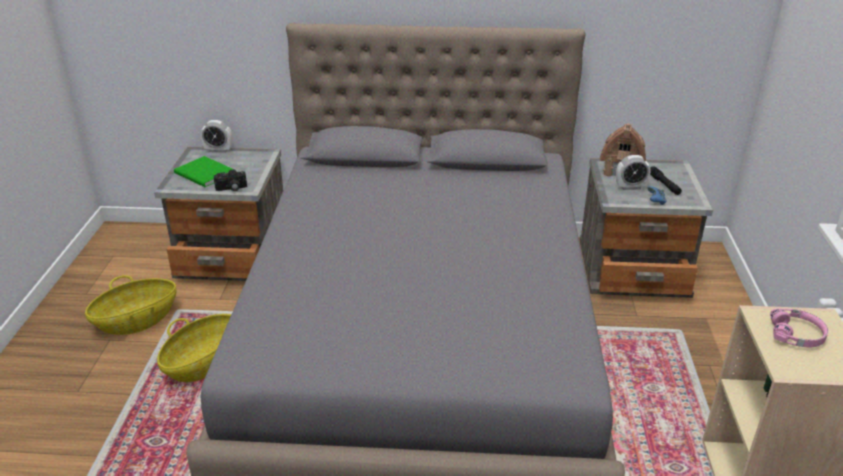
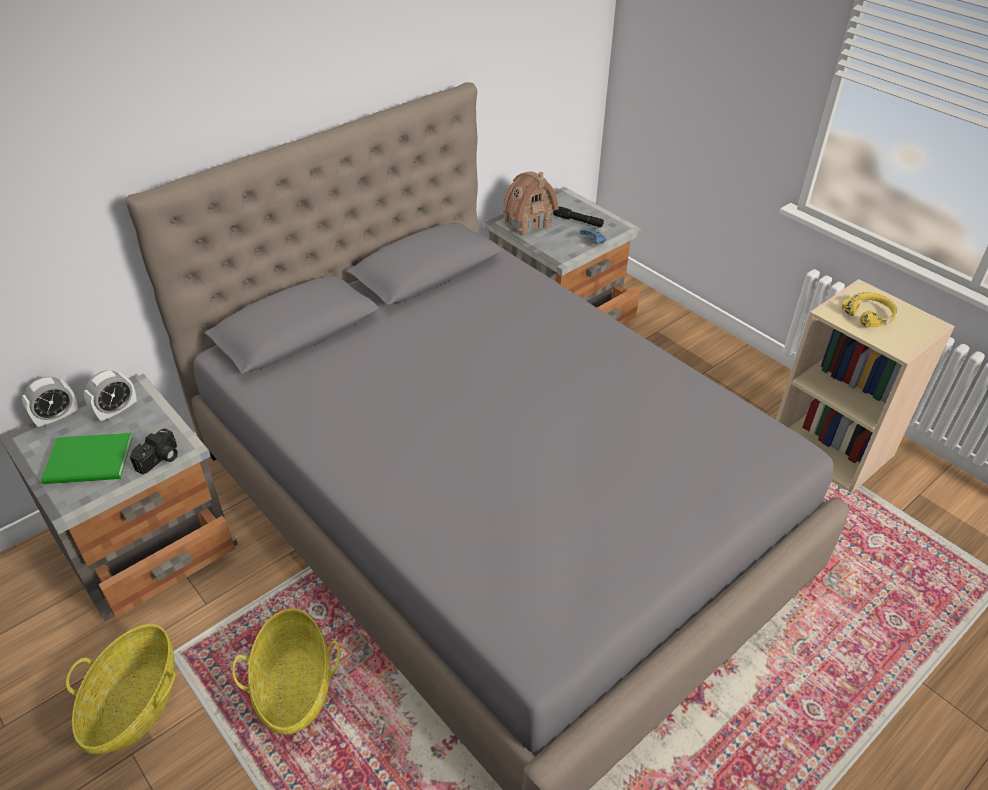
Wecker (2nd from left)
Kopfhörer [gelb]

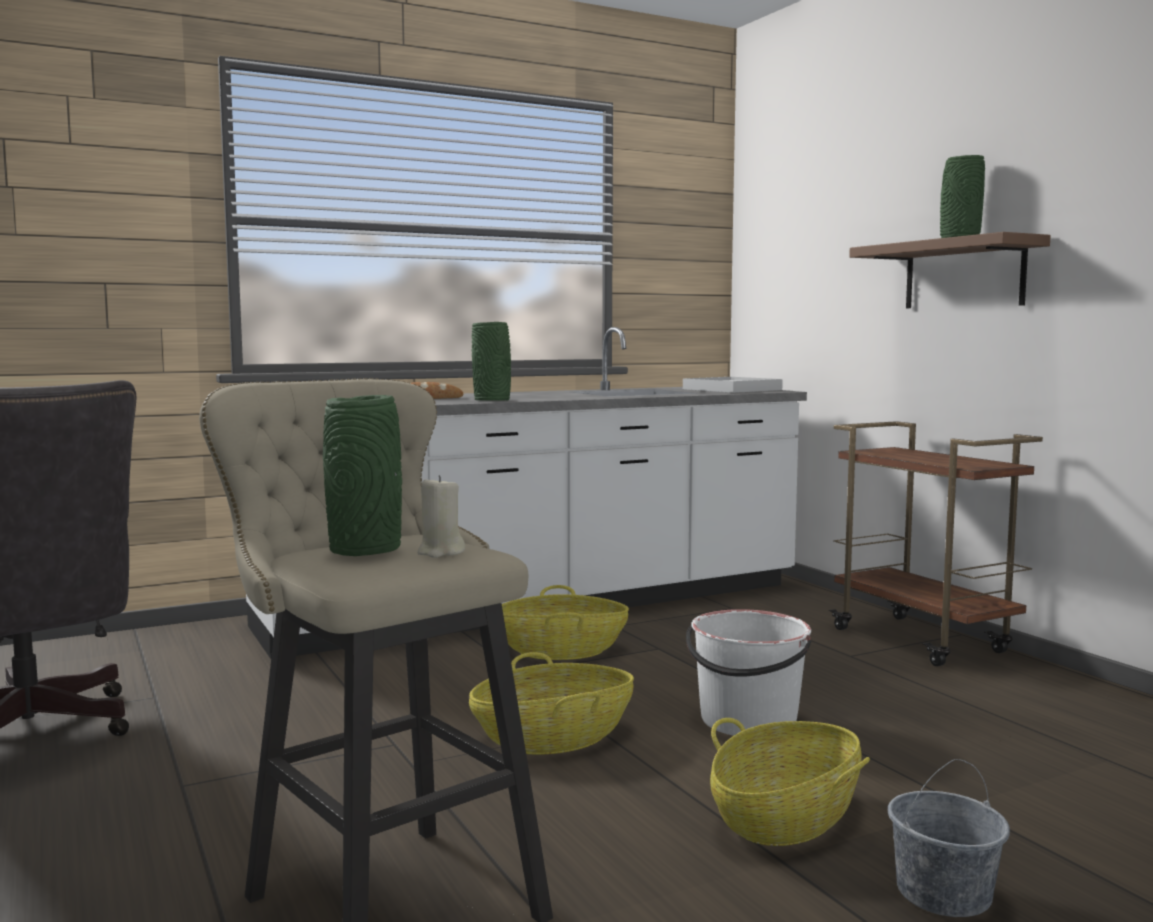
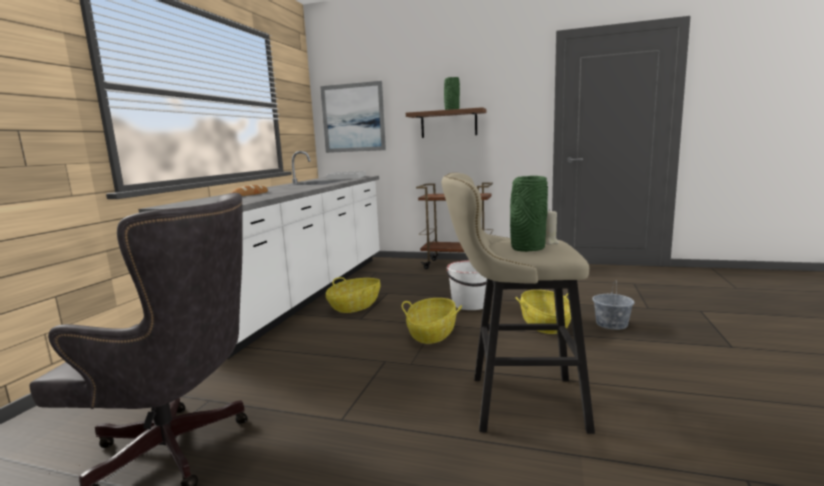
Bild
Vase [grün] (2nd from left in the first image)

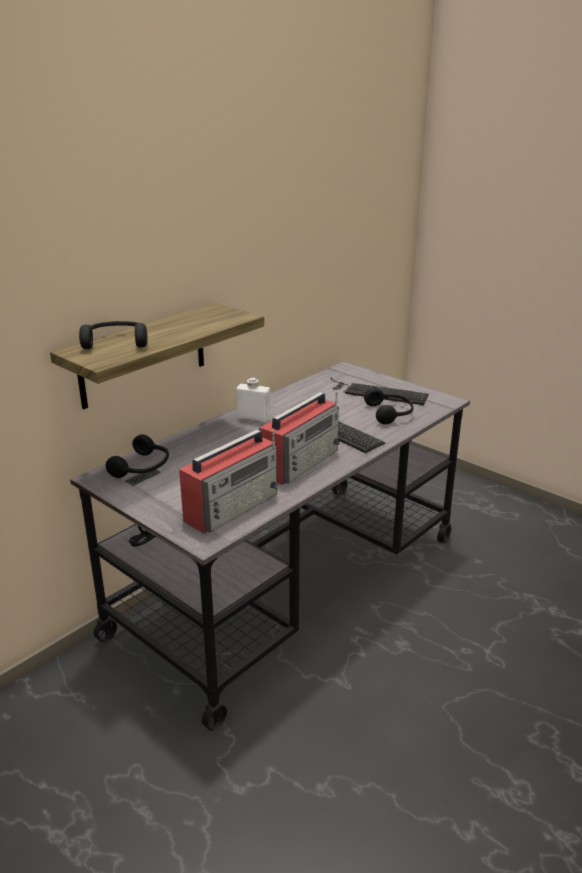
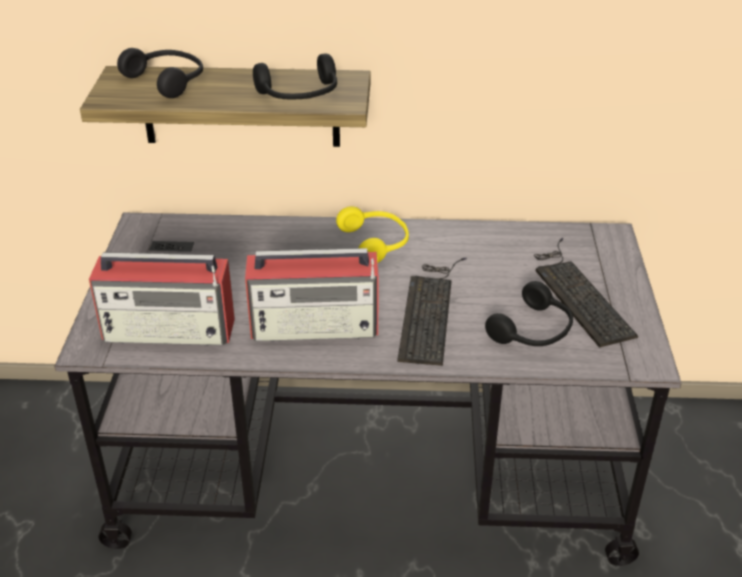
Kopfhörer [schwarz] (2nd from left)
Kopfhörer [gelb]

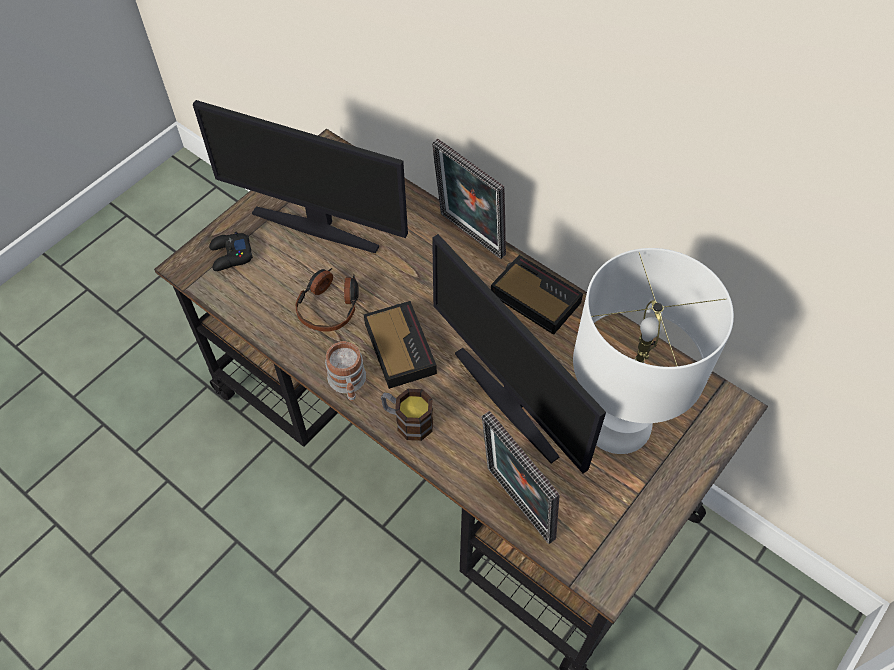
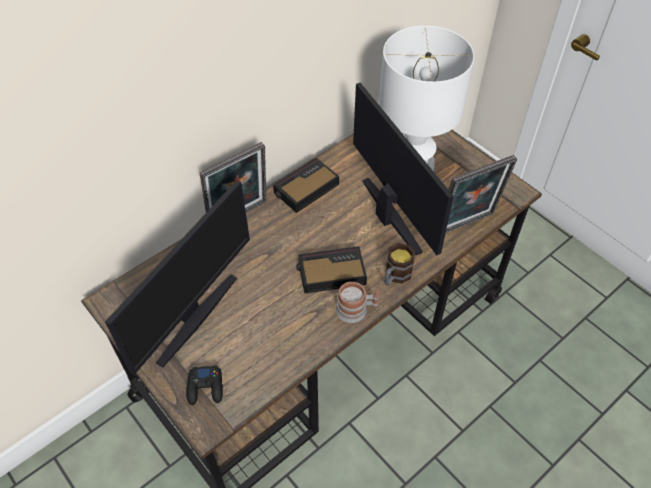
Monitor (2nd from left)
Kopfhörer

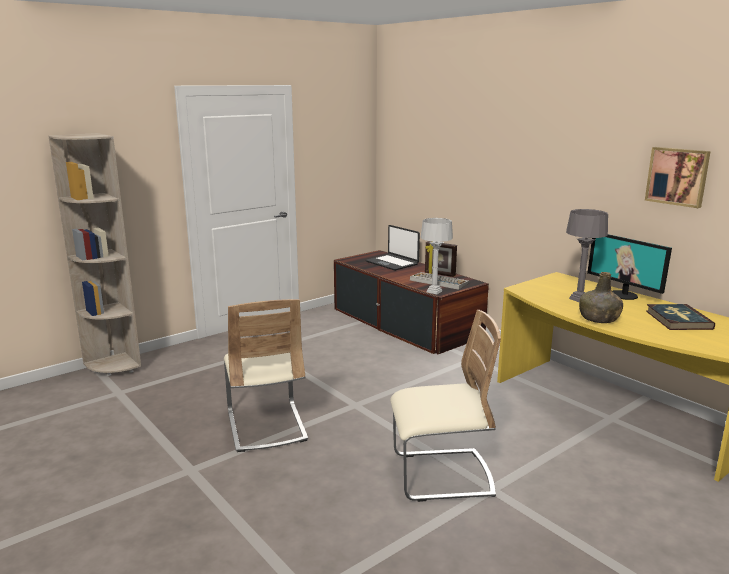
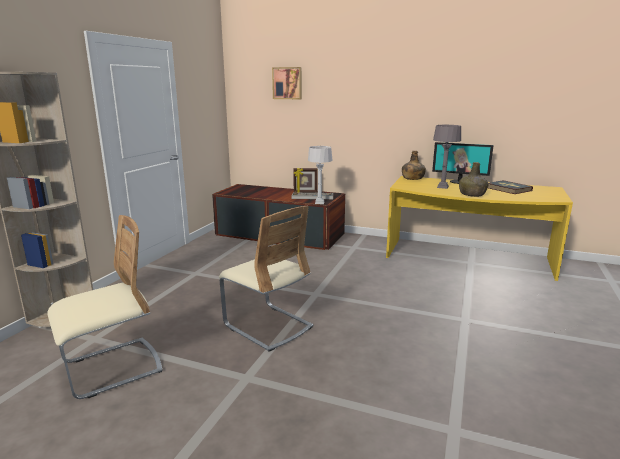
Stuhl [beige] (1st from left)
Bild
Flasche [grün] (1st from left)
Laptop

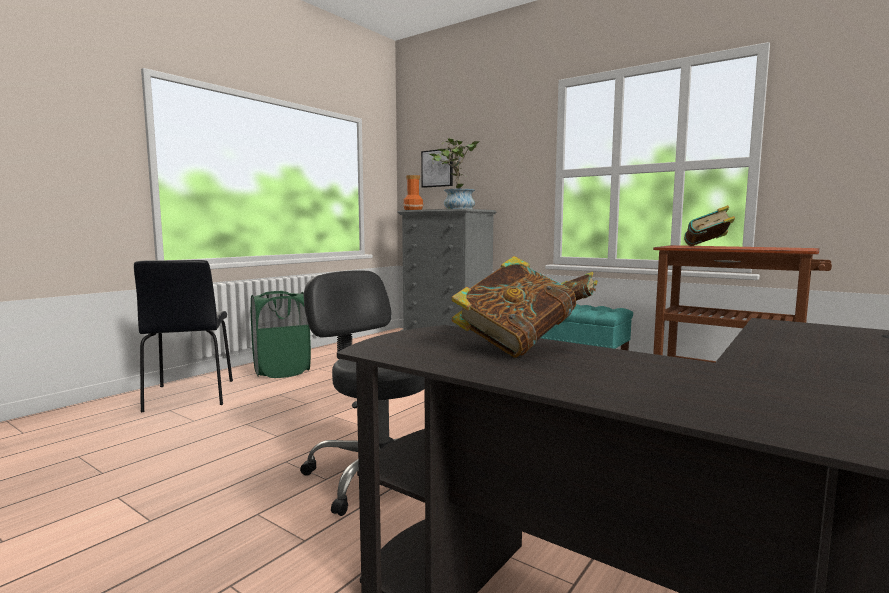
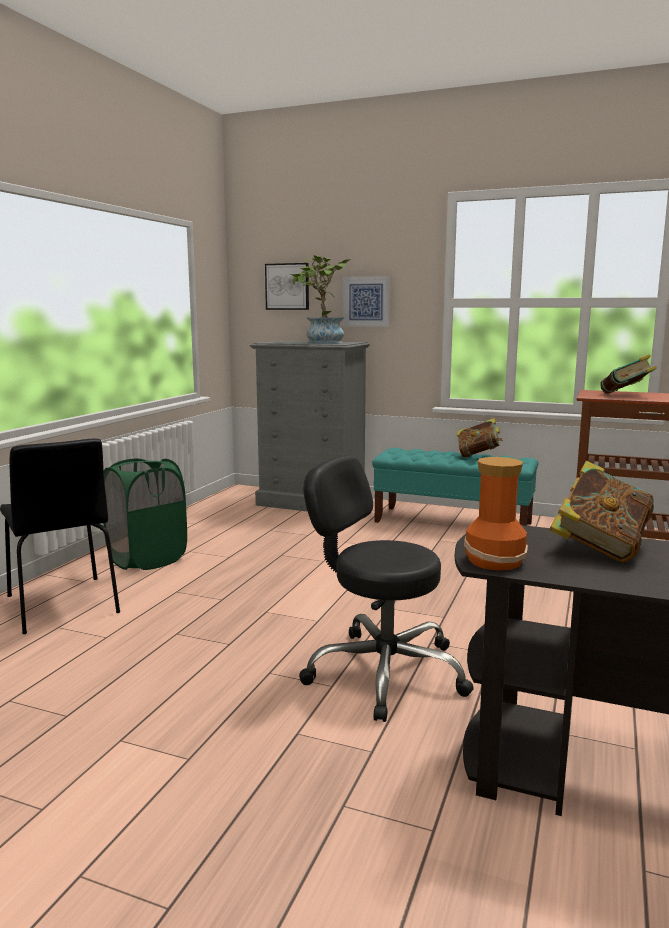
Bild (2nd from left)
Vase

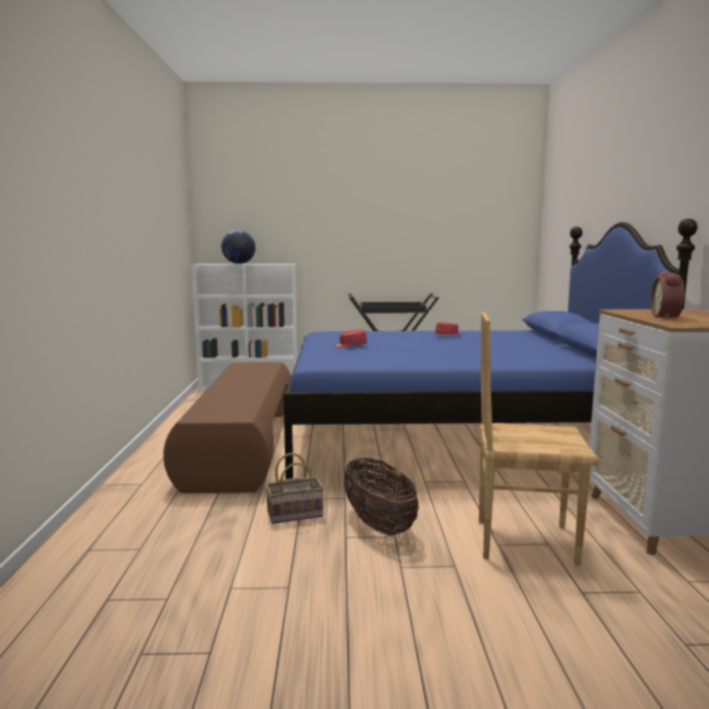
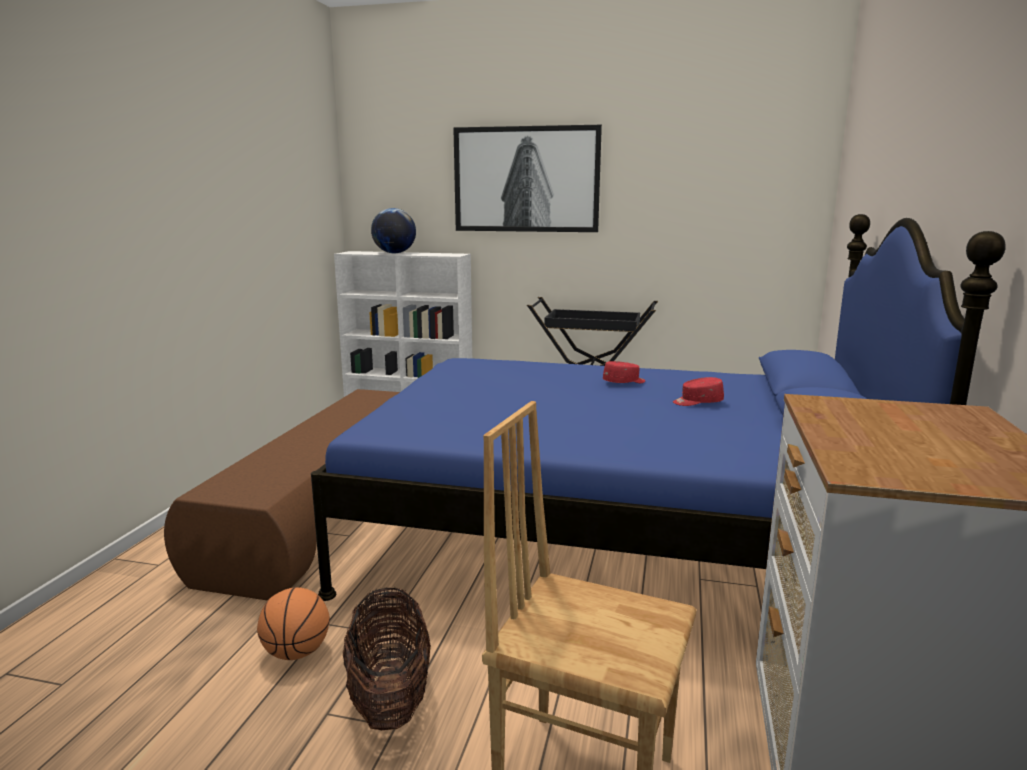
Basketball
Bild
Kappe [rot] (2nd from left)
Wecker

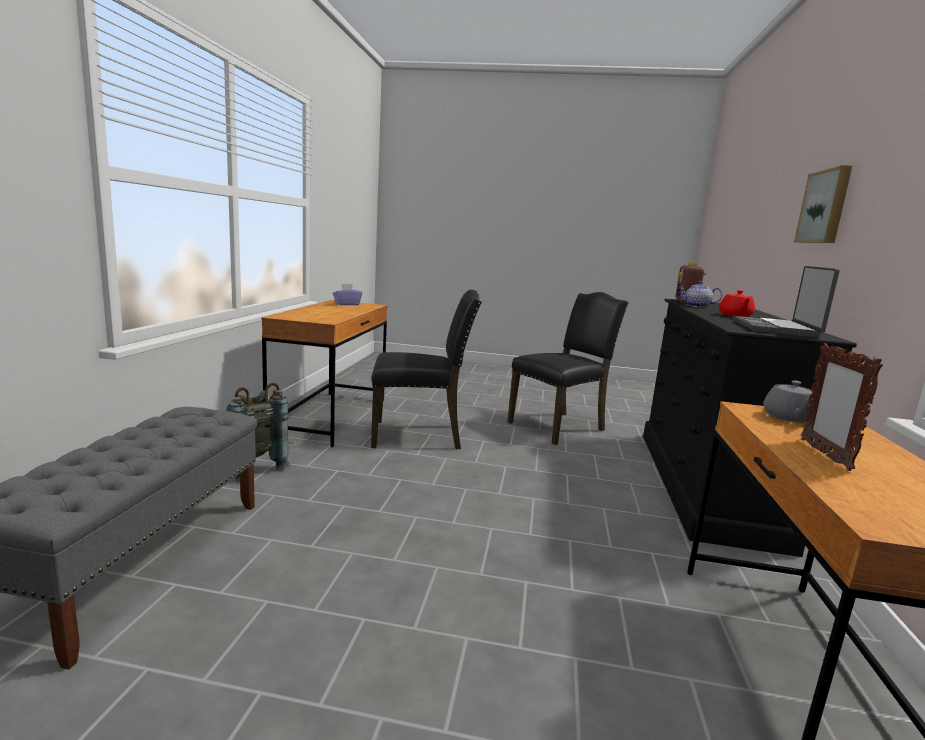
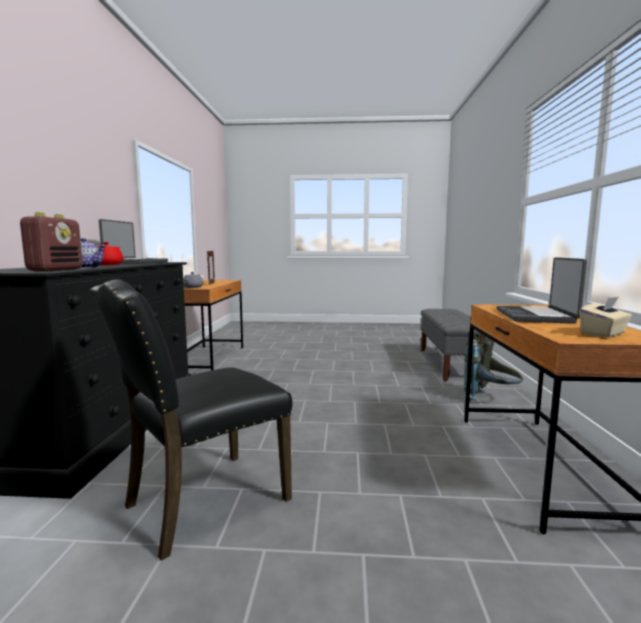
Laptop (2nd from left)
Taschentuchbox [beige]
Stuhl [schwarz] (1st from left in the first image)
Bild

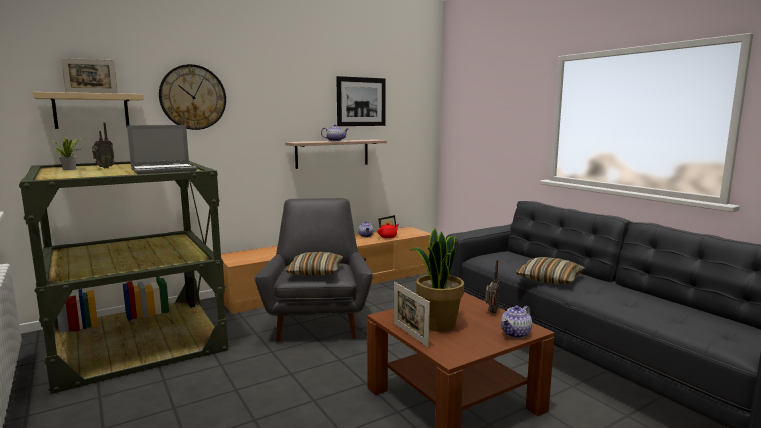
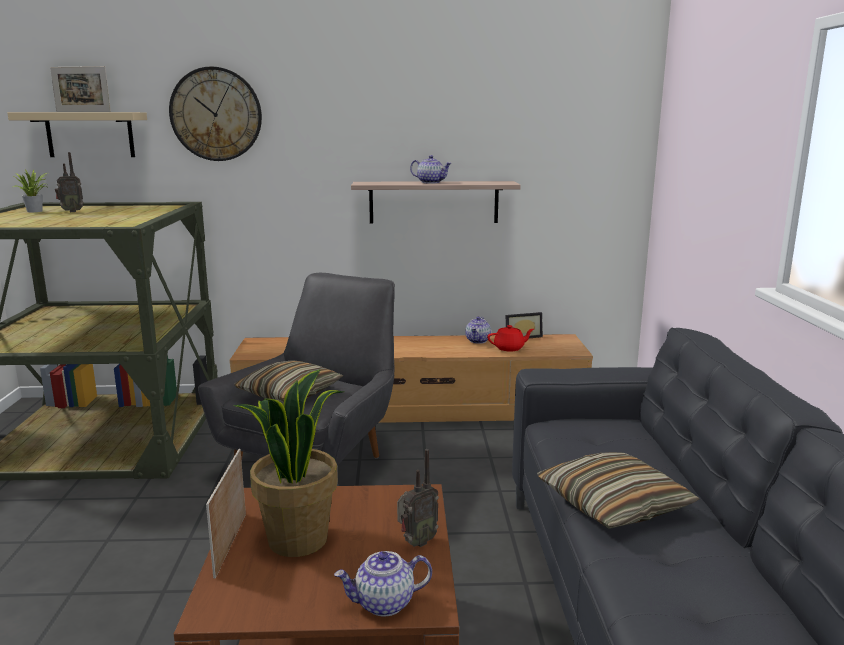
Laptop
Bild

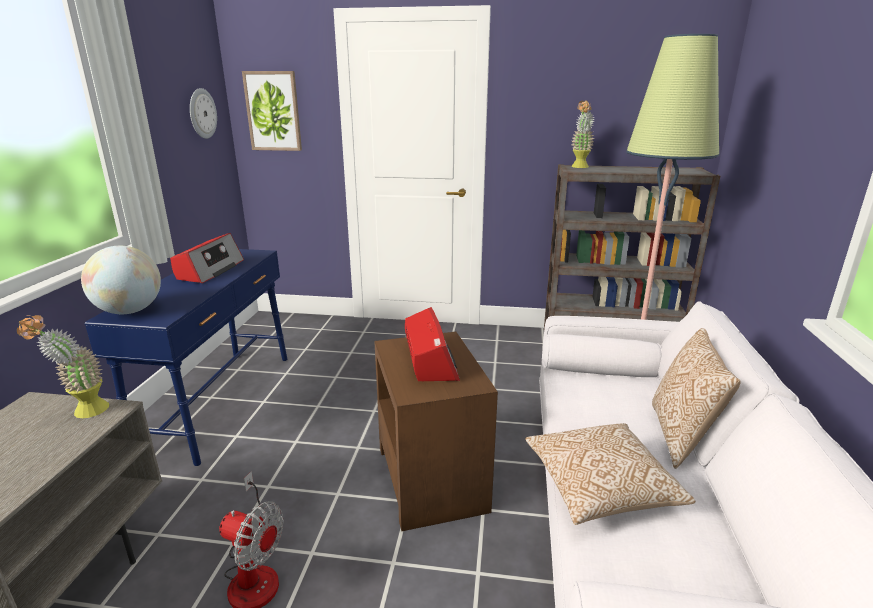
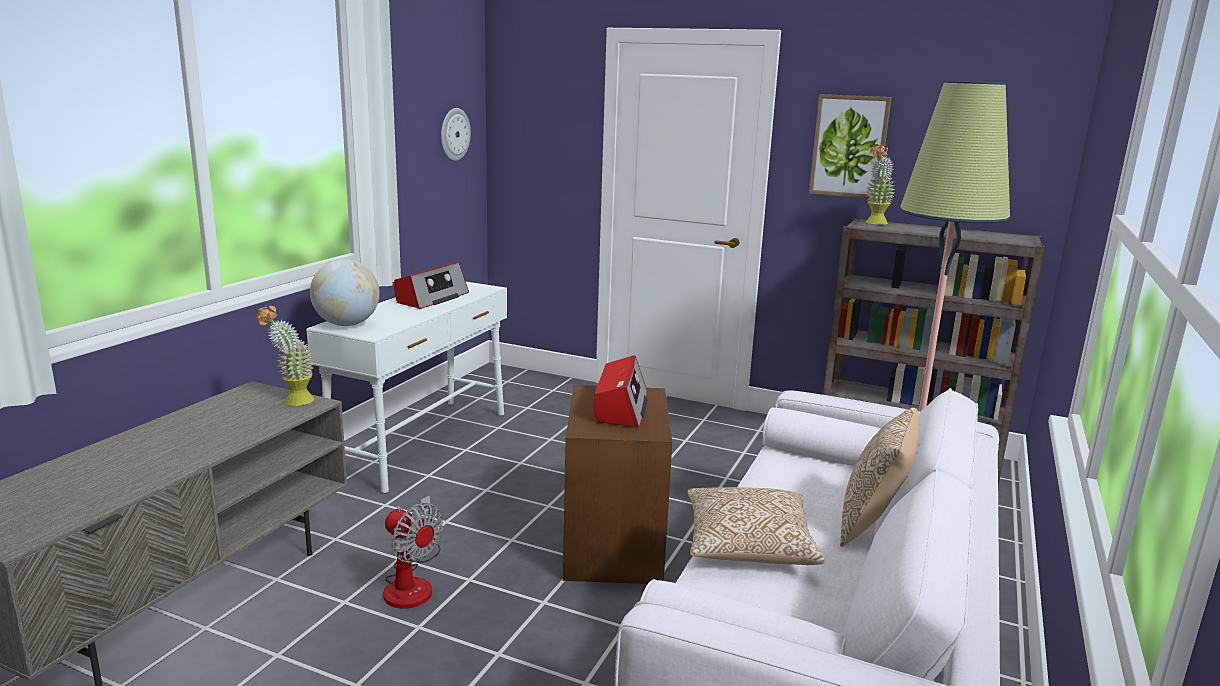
Konsolentisch [weiß]
Bild

